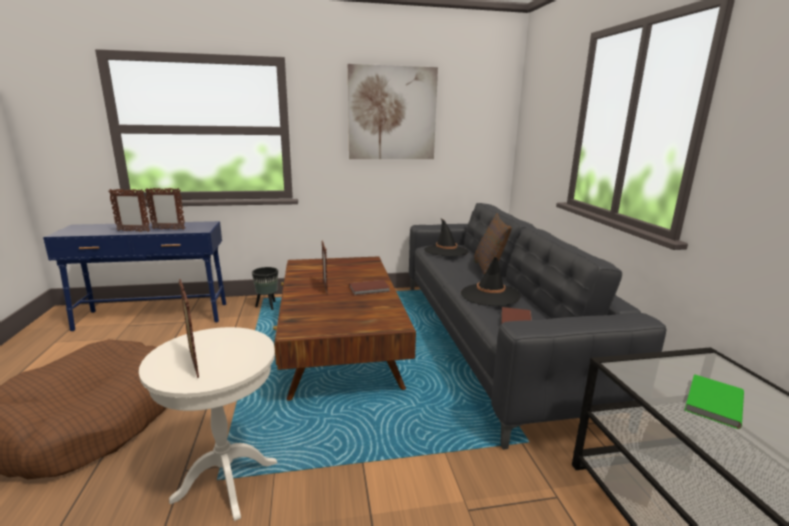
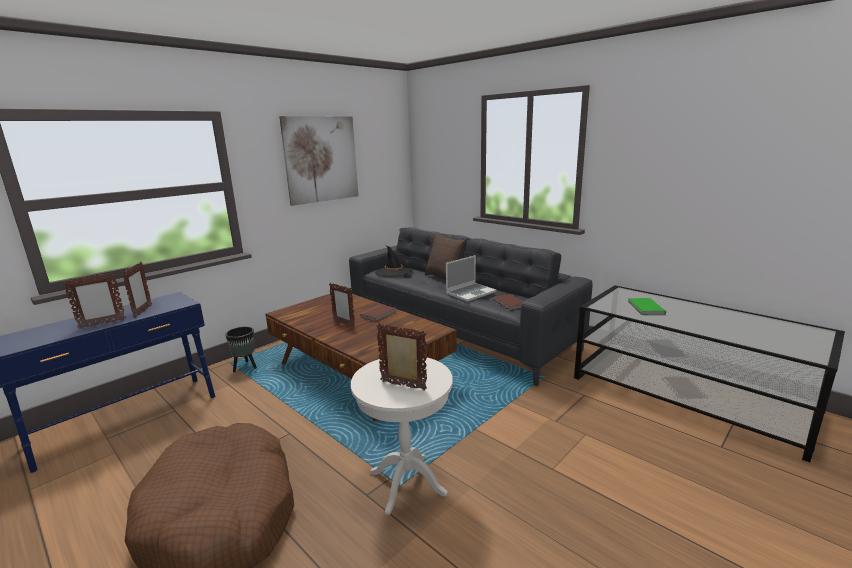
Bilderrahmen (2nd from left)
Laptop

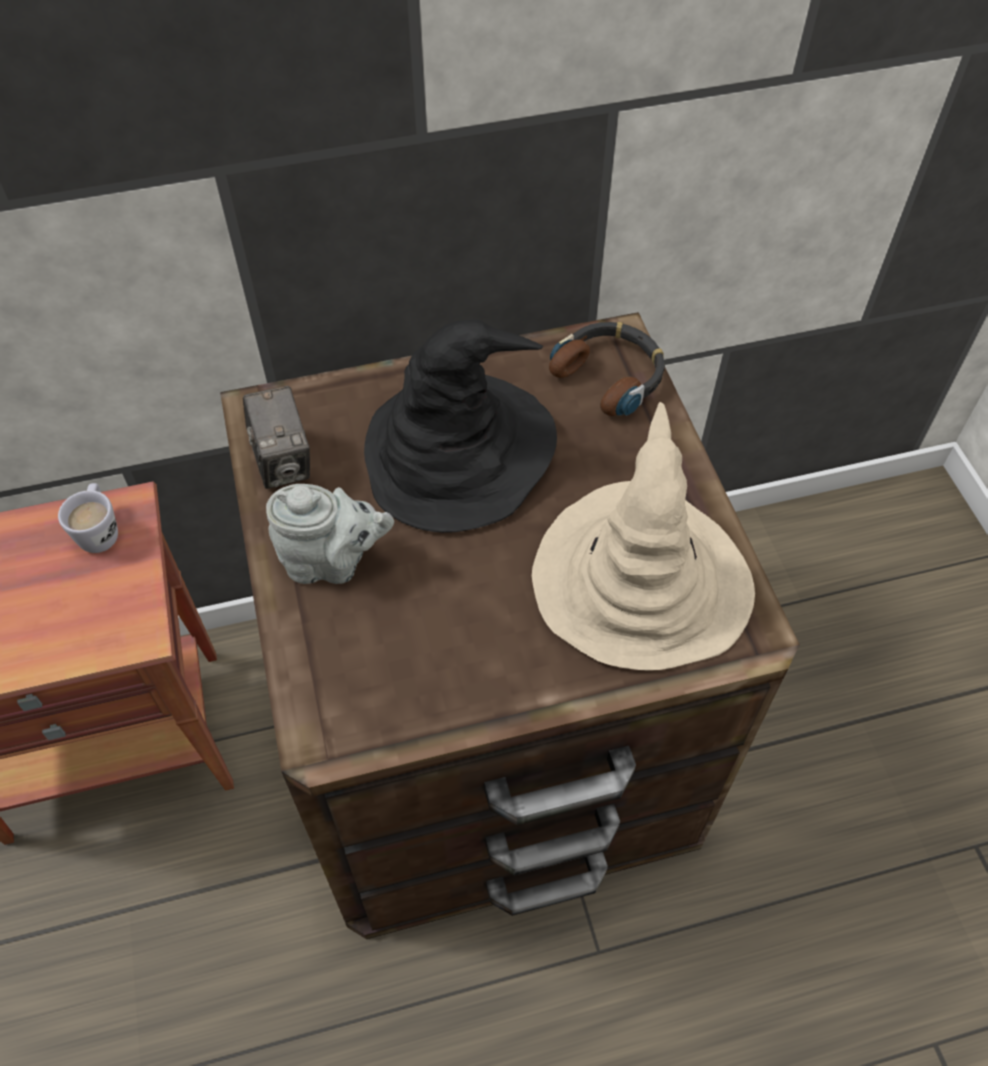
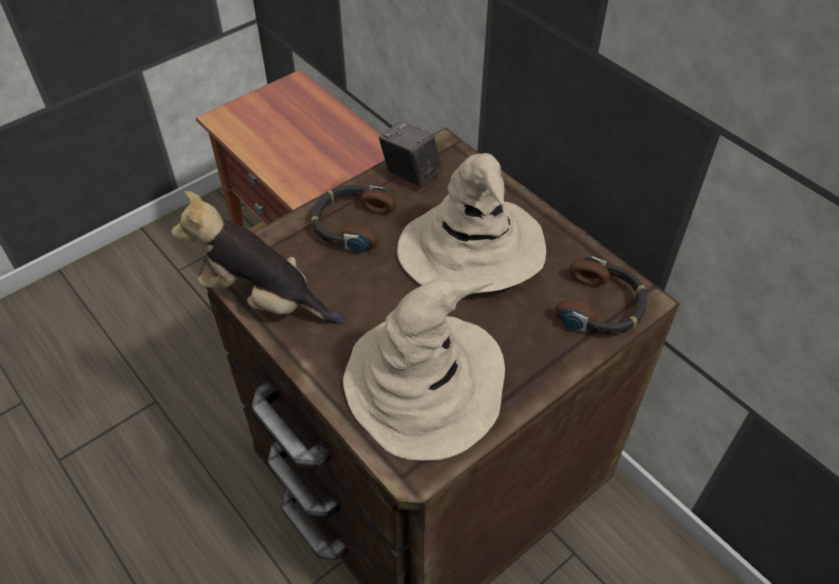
Plüschtier
Kopfhörer (1st from left)
Kamera
Hut [beige] (2nd from left)
Henkelbecher [weiß]

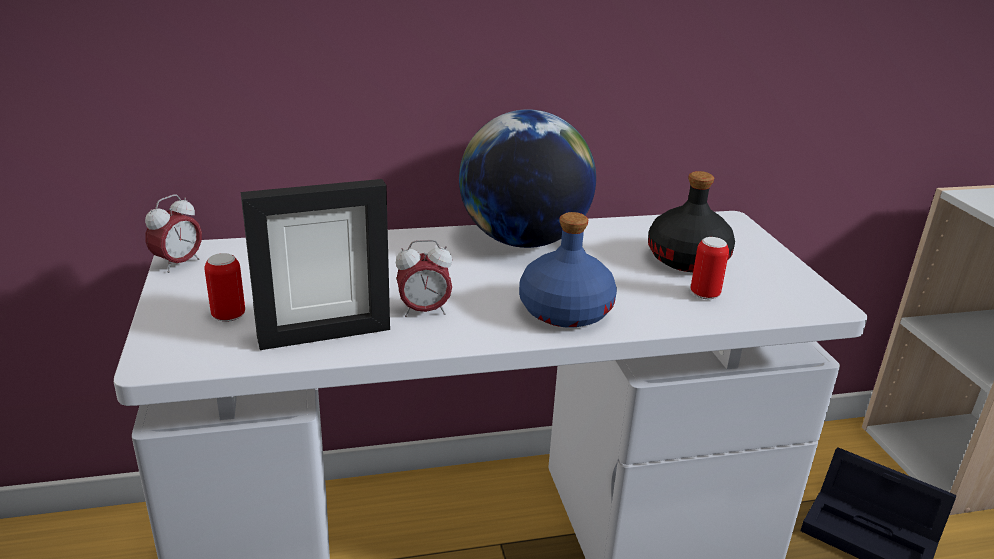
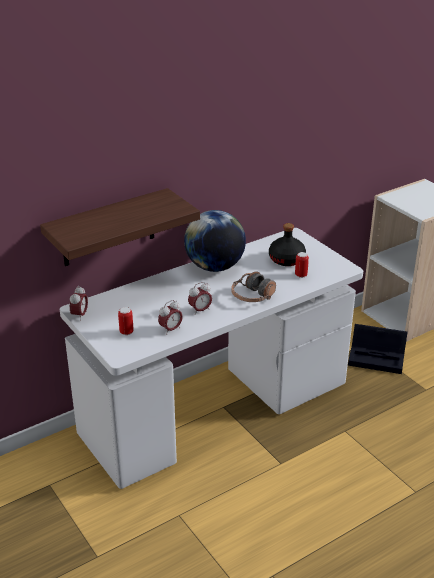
Wandregal
Wecker (2nd from left)
Kopfhörer

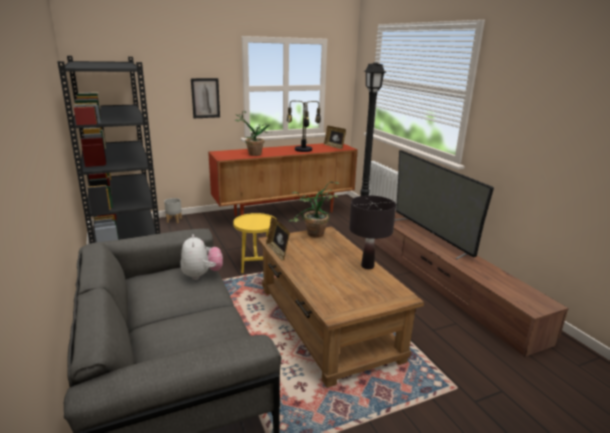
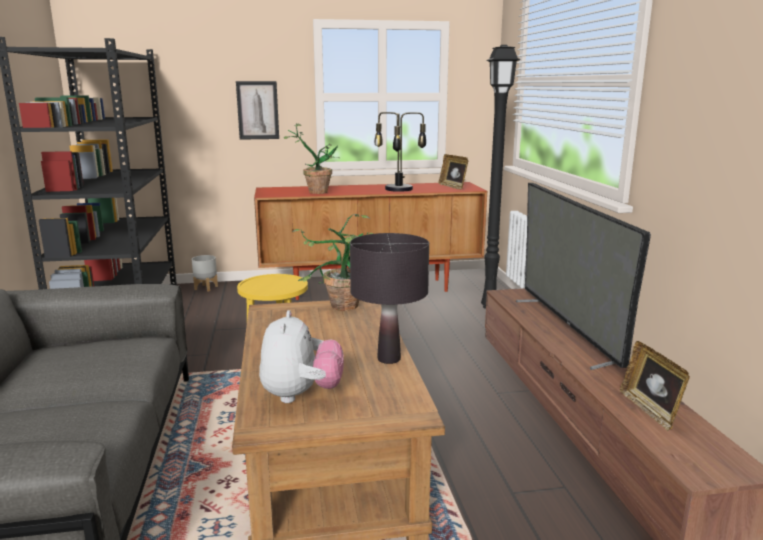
Plüschtier
Bilderrahmen (2nd from left)

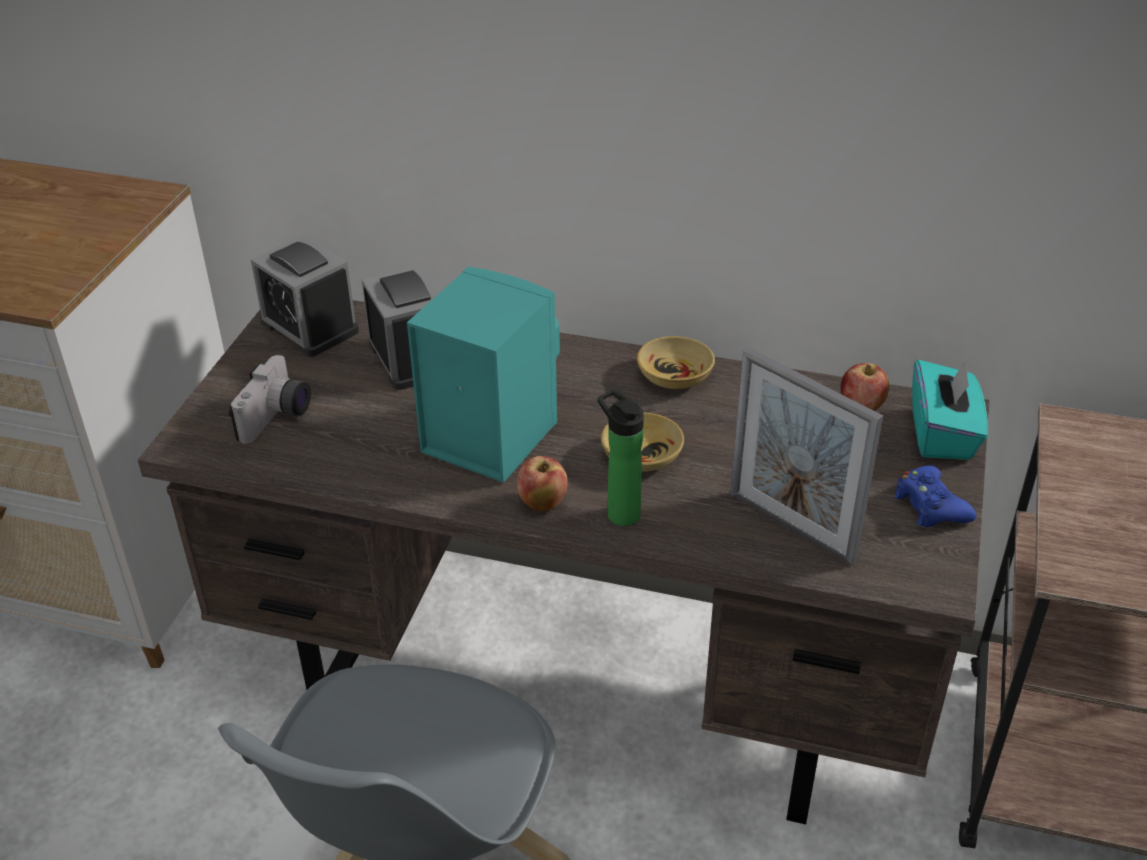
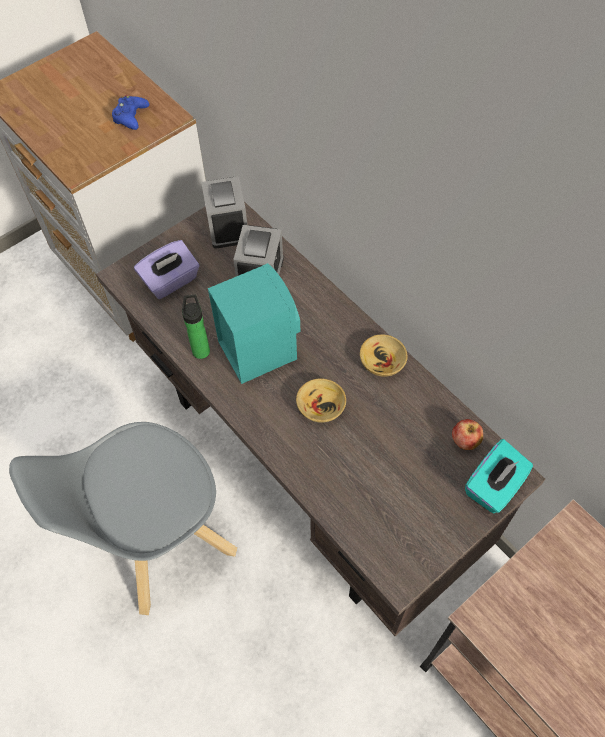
Gamepad [blau]
Taschentuchbox [lila]
Flasche
Apfel (1st from left in the first image)
Bilderrahmen

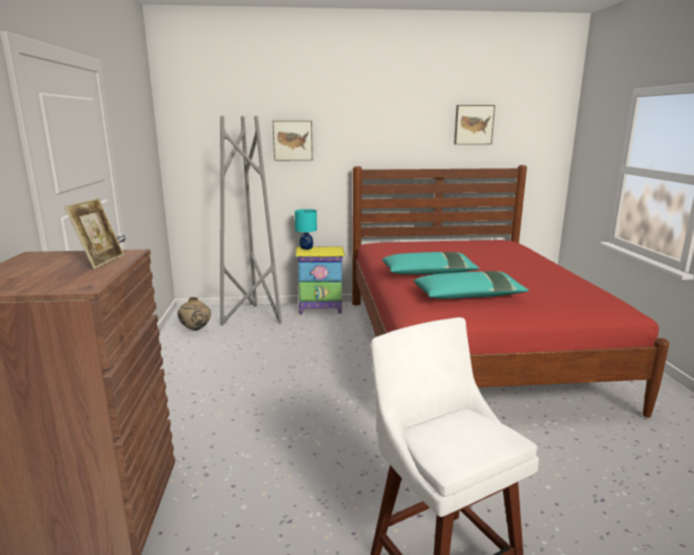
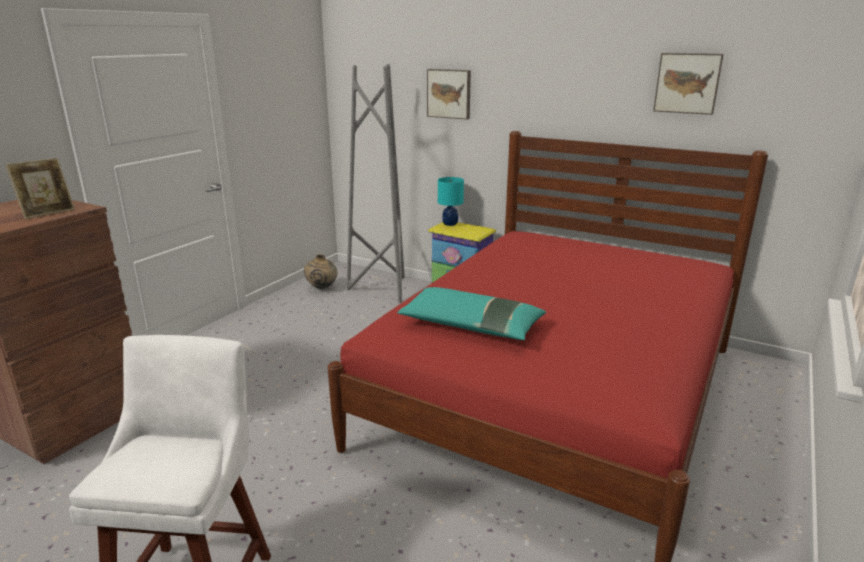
Kissen [türkis] (1st from left in the first image)

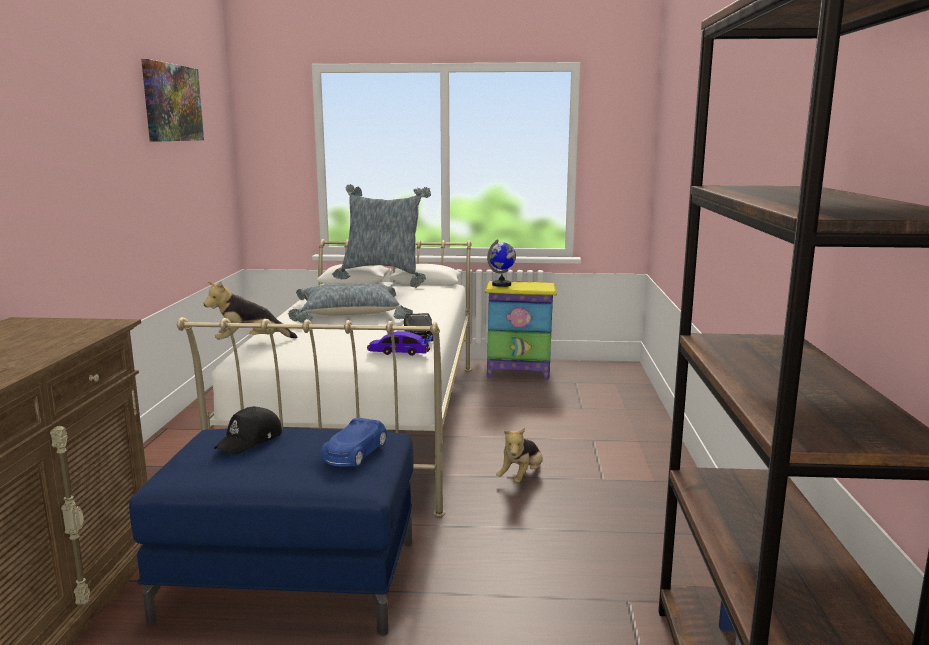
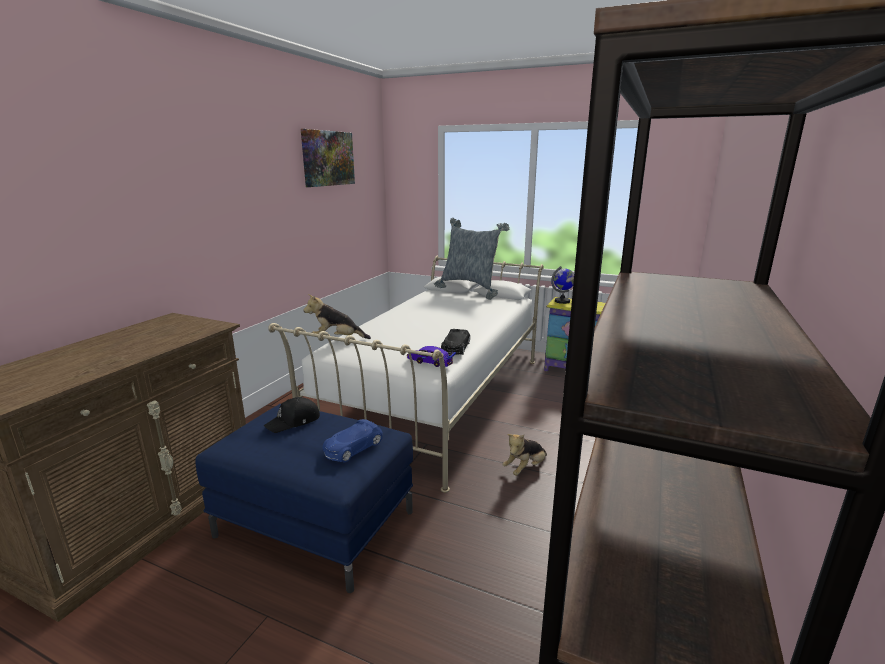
Kissen (1st from left in the first image)

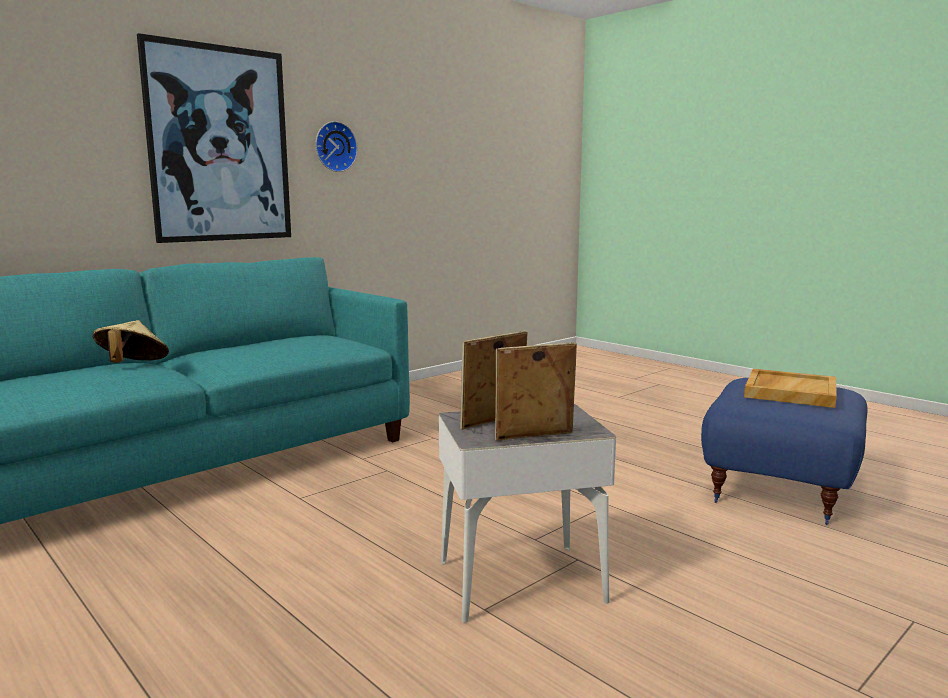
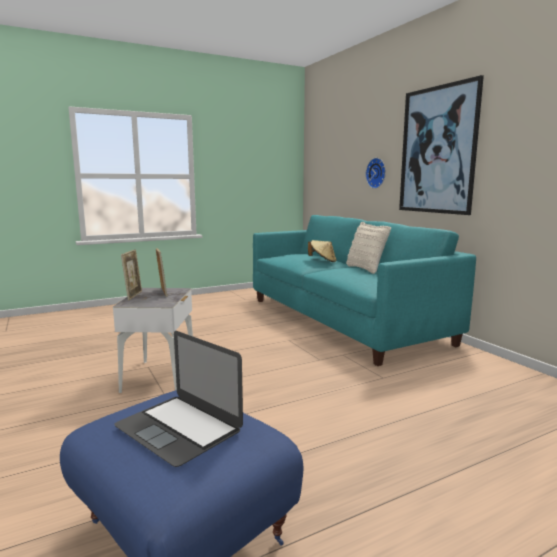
Laptop
Kissen [beige]
Wanduhr

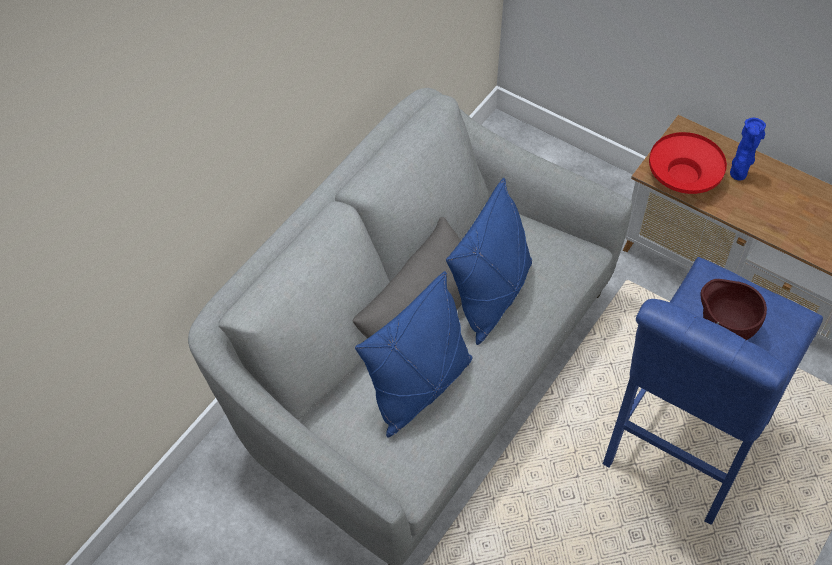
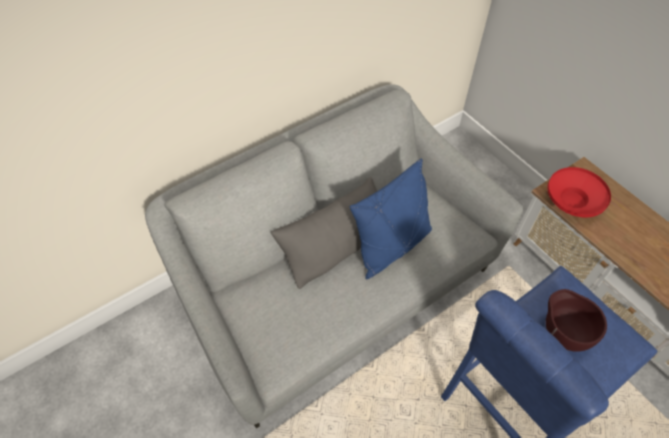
Kissen [blau] (1st from left in the first image)
Vase [blau]

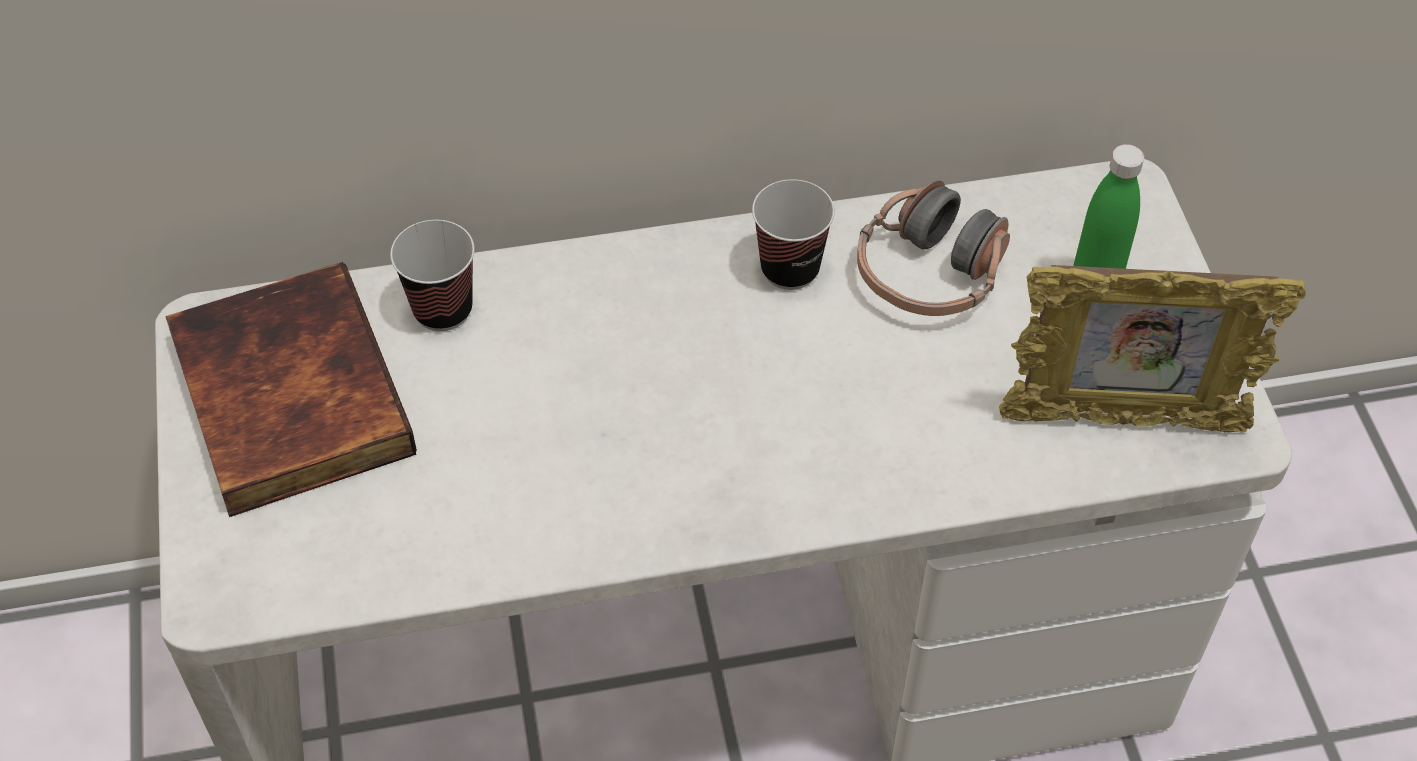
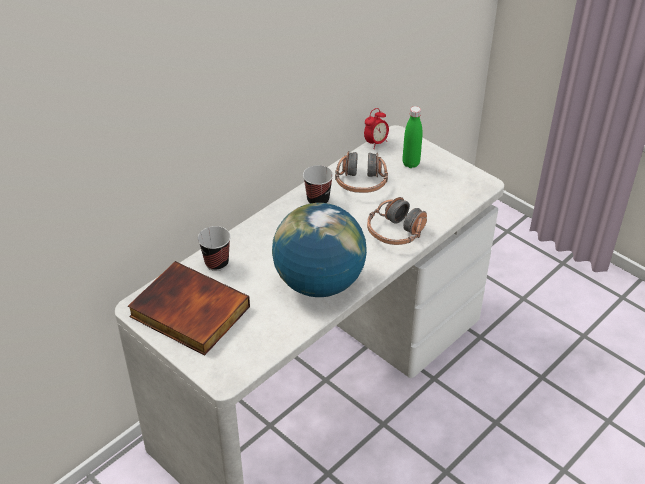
Globus
Wecker
Kopfhörer (2nd from left)
Bilderrahmen

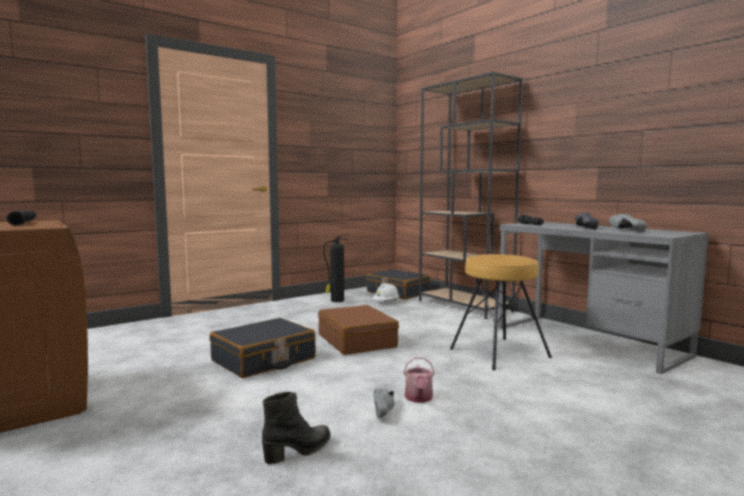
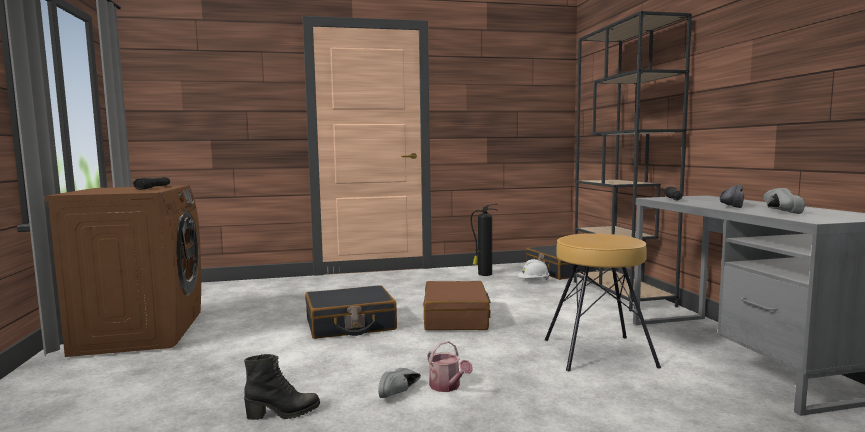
Gießkanne

